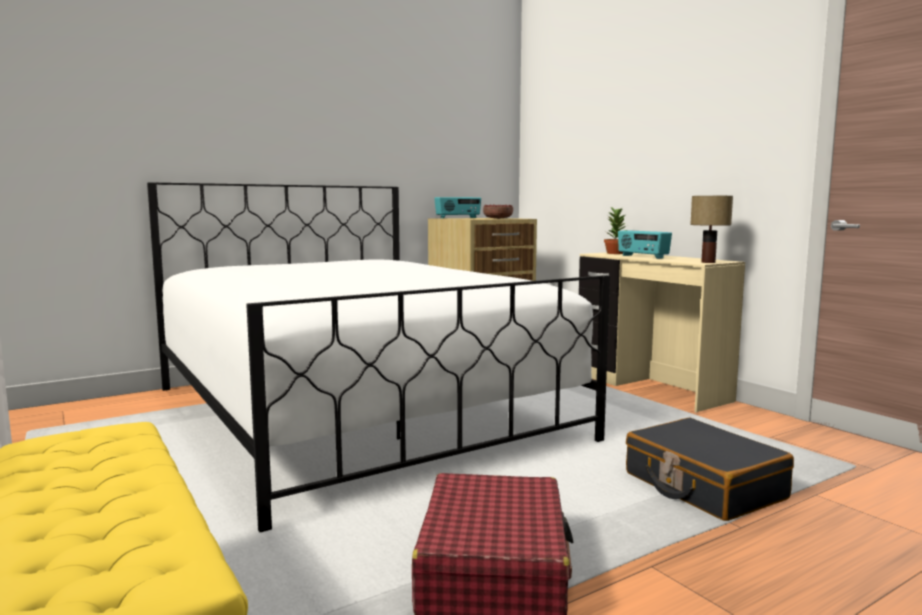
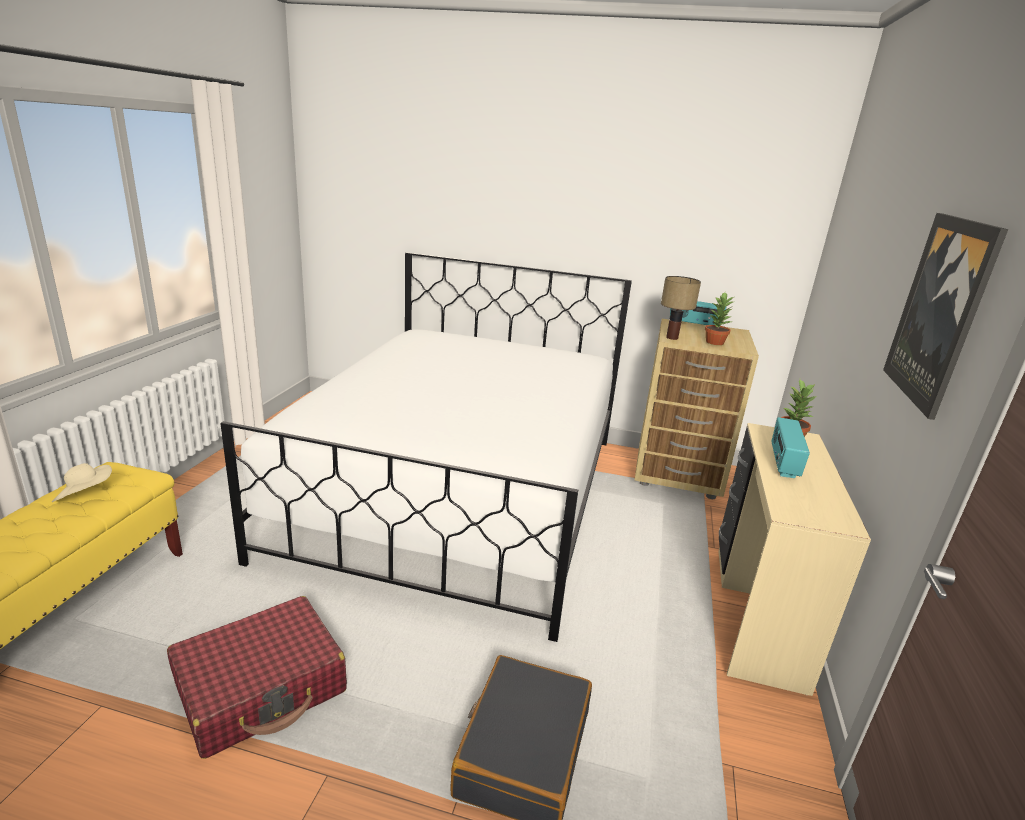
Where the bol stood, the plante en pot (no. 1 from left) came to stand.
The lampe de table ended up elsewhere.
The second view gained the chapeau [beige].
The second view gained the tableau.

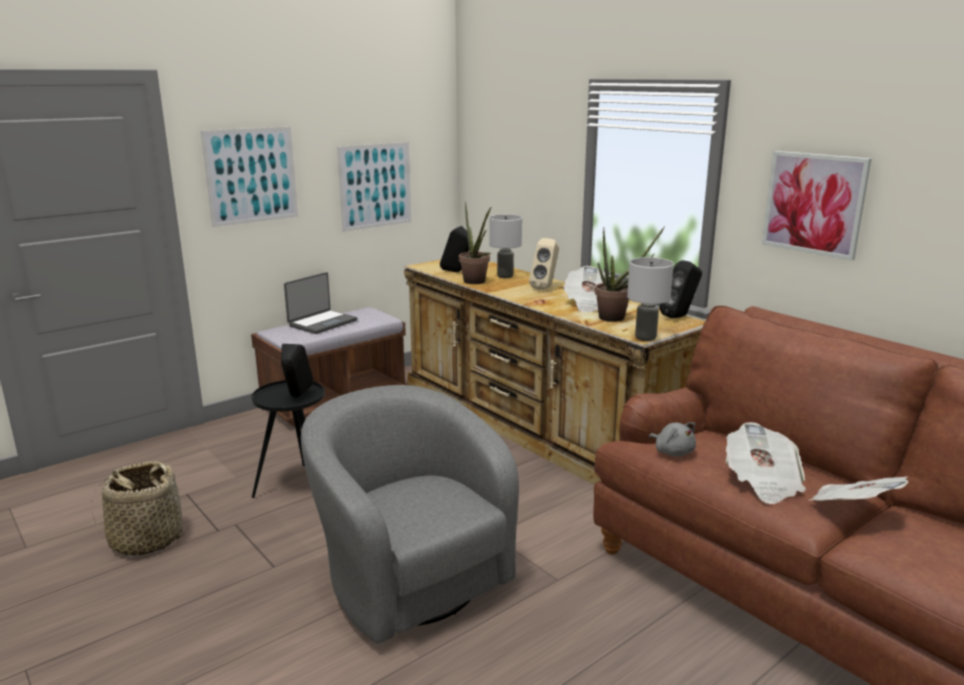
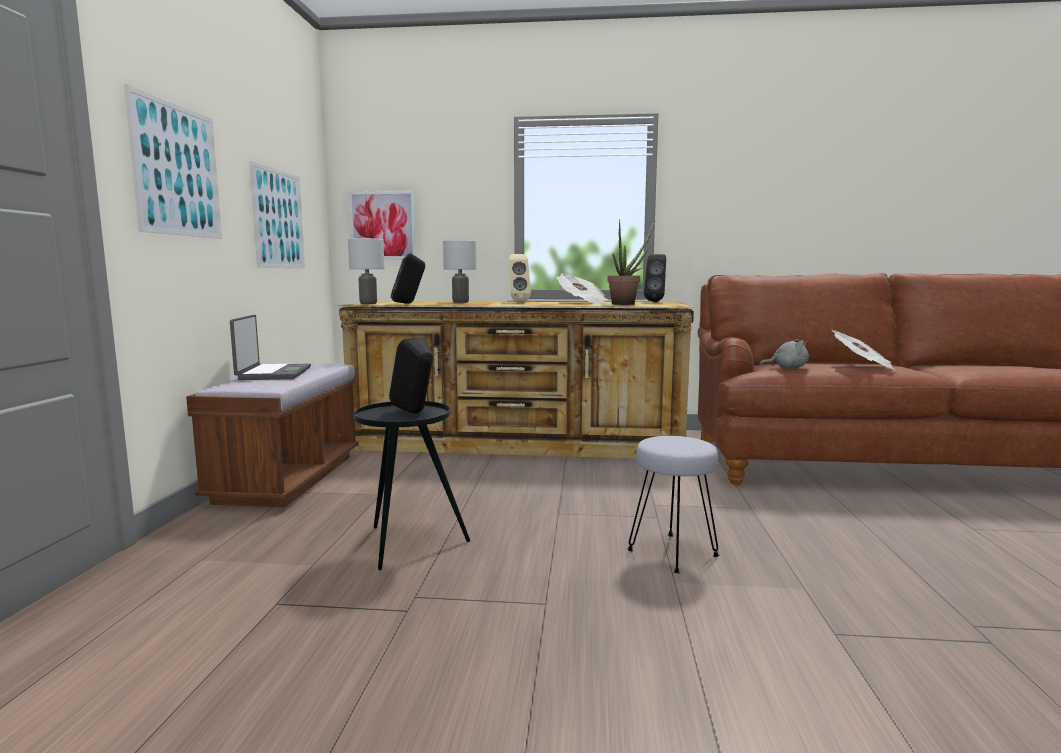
The second view lost the panier.
Where the fauteuil [gris] stood, the tabouret [gris] came to stand.
The second view lost the plante en pot (no. 1 from left).
The lampe de table [blanc] (no. 2 from left in the first image) ended up elsewhere.
The tableau (no. 3 from left) ended up elsewhere.
The second view lost the journal (no. 3 from left).

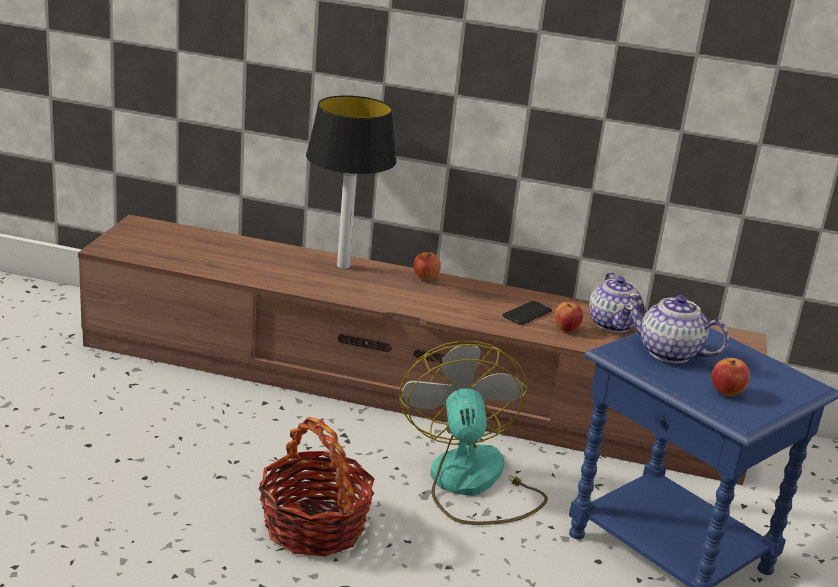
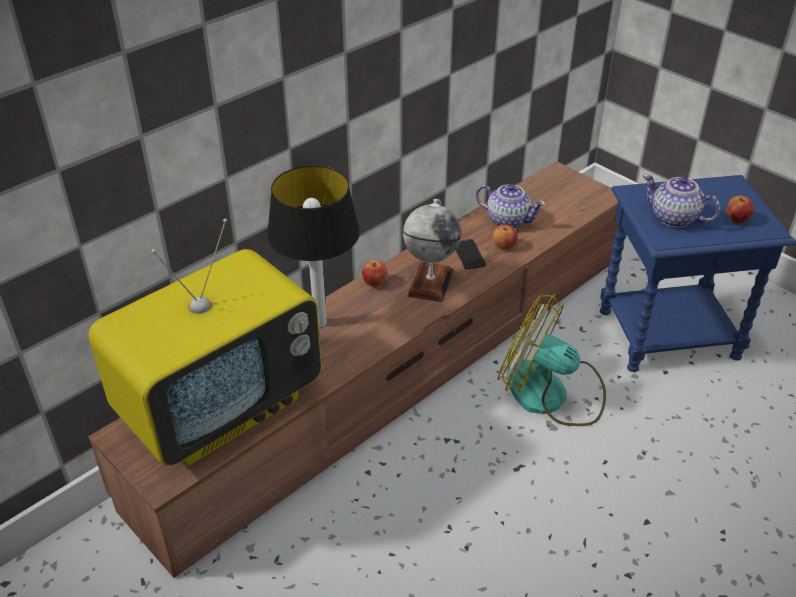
The second view lost the panier.
The théière (no. 2 from left) ended up facing another way, 60 degrees clockwise from before.
The second view gained the téléviseur.
The second view gained the globe.

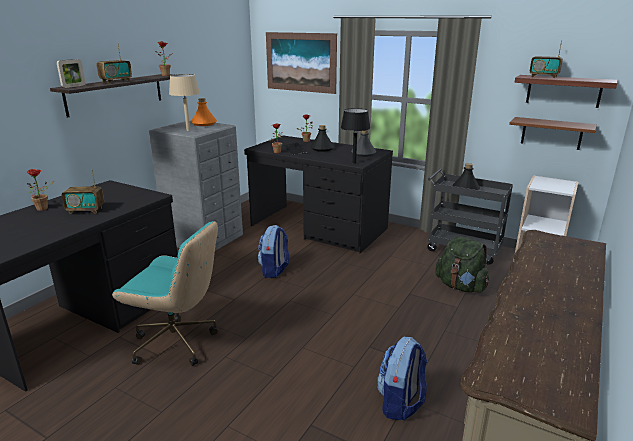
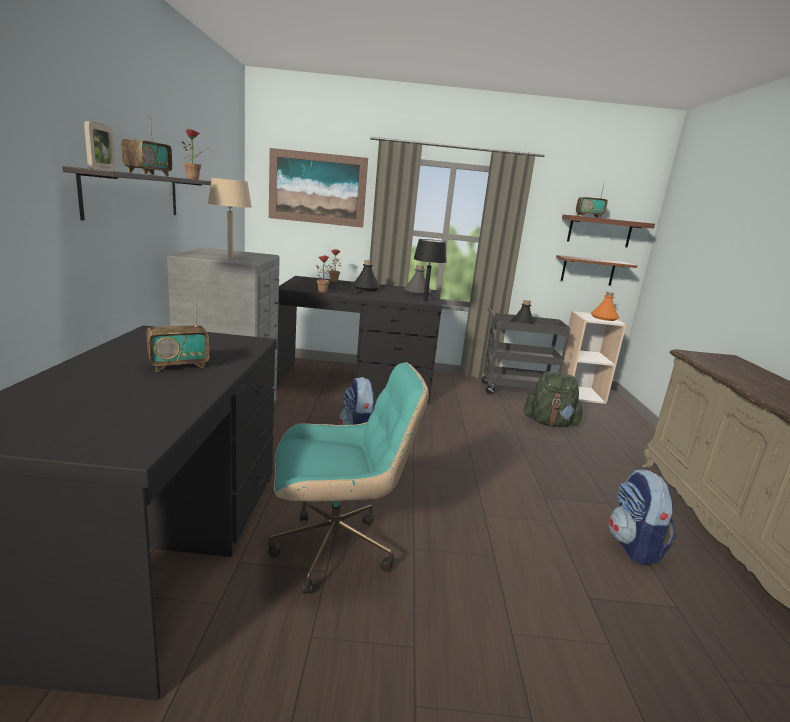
The second view lost the plante en pot (no. 1 from left).
The bouteille [orange] ended up elsewhere.

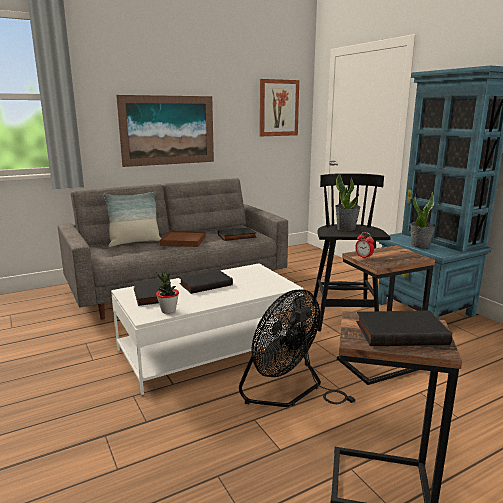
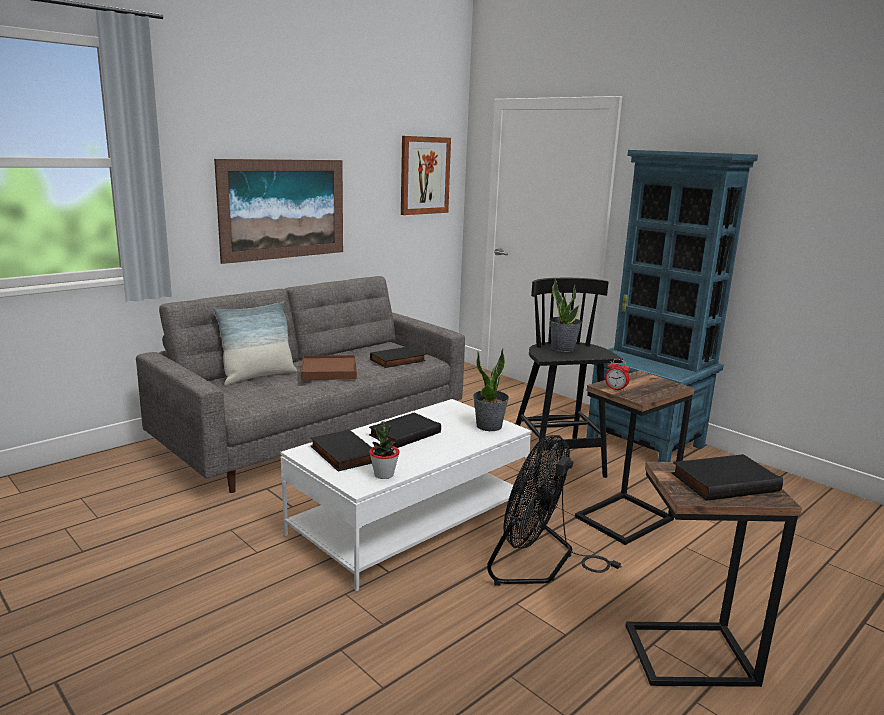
The plante en pot (no. 3 from left in the first image) ended up elsewhere.

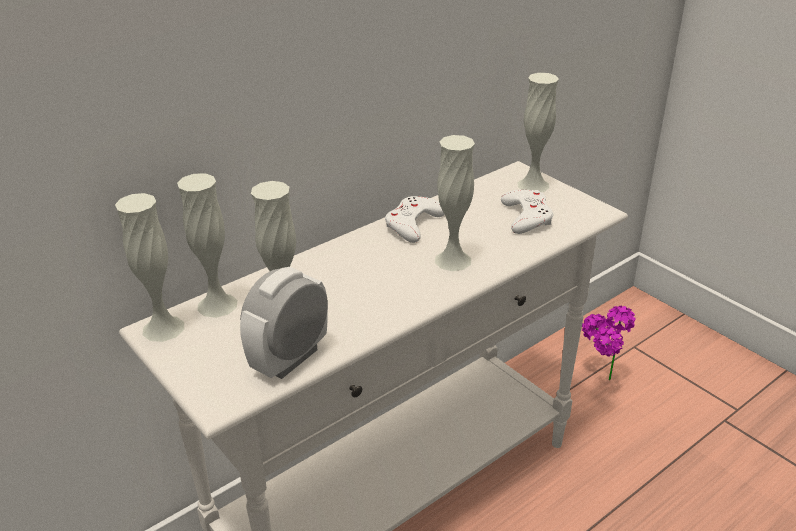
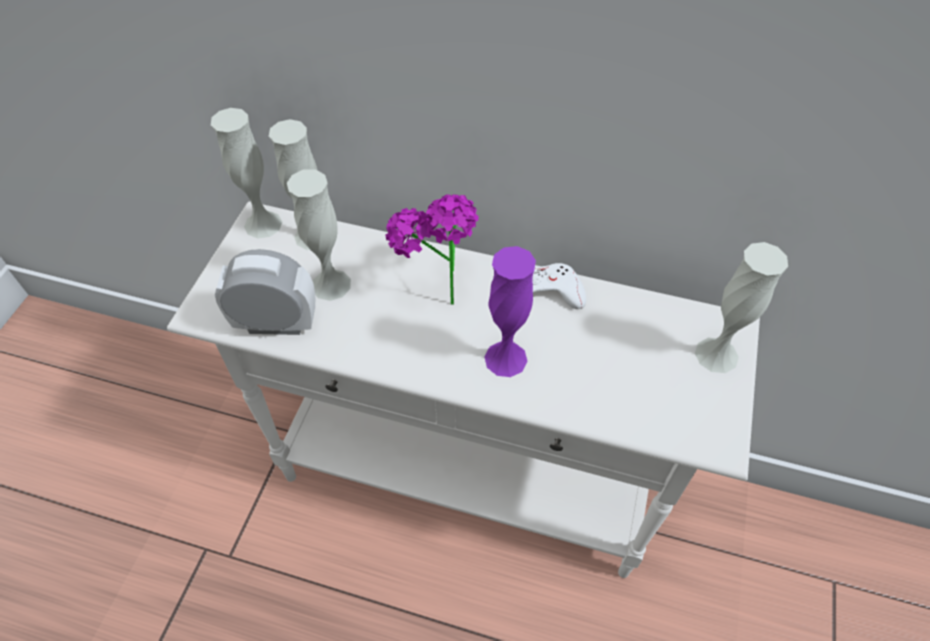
What was the vase [blanc] (no. 4 from left) turned into the vase [violet].
The second view lost the manette [blanc] (no. 2 from left).
The plante en pot ended up elsewhere.

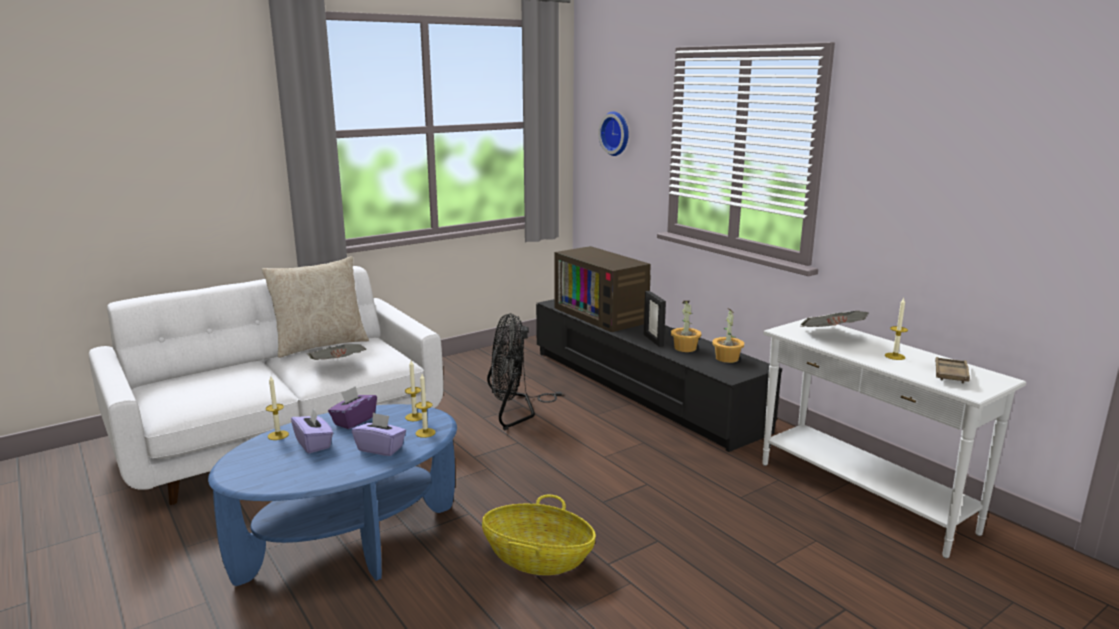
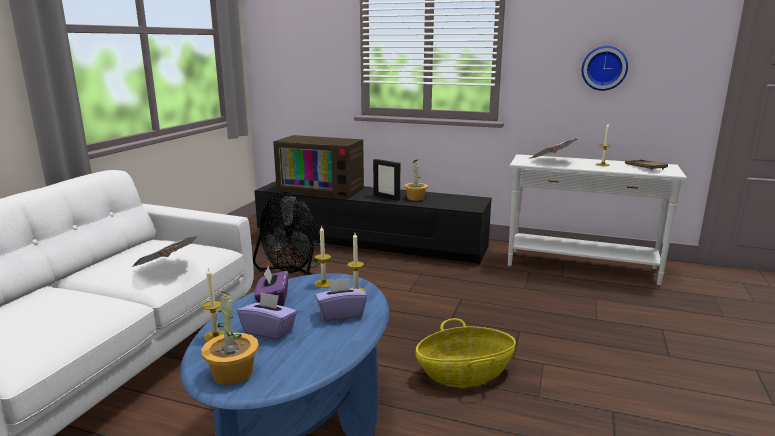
The second view lost the coussin [beige].
The horloge murale ended up elsewhere.
The plante en pot (no. 2 from left in the first image) ended up elsewhere.

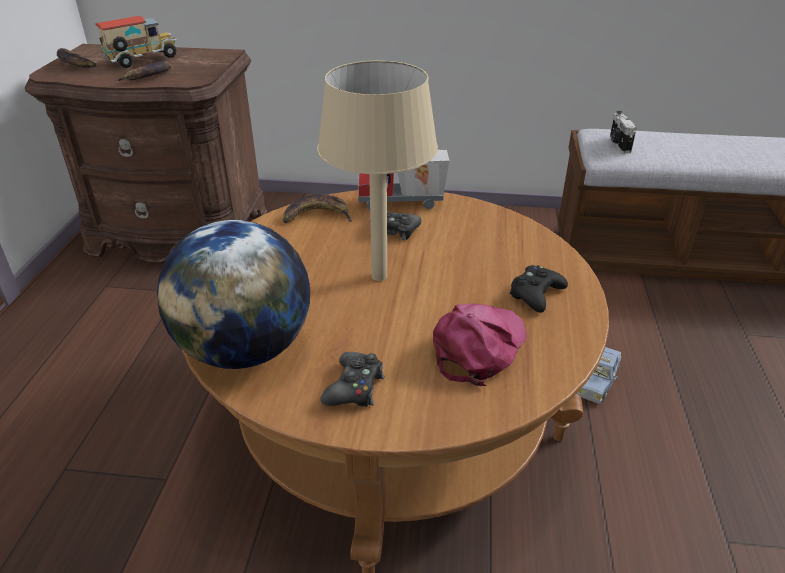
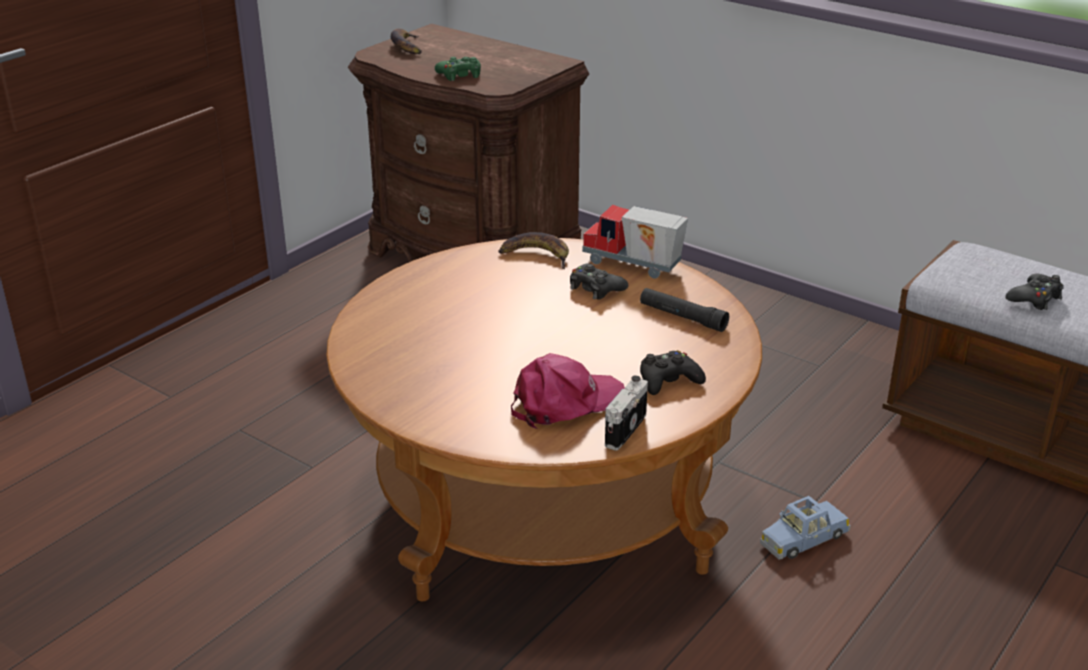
The second view lost the camion jouet (no. 1 from left).
Where the banane (no. 2 from left) stood, the manette [vert] came to stand.
The second view lost the globe.
The second view lost the lampe de table [beige].
The manette [noir] (no. 1 from left in the first image) ended up elsewhere.
The appareil photo ended up elsewhere.
The second view gained the lampe de poche [noir].

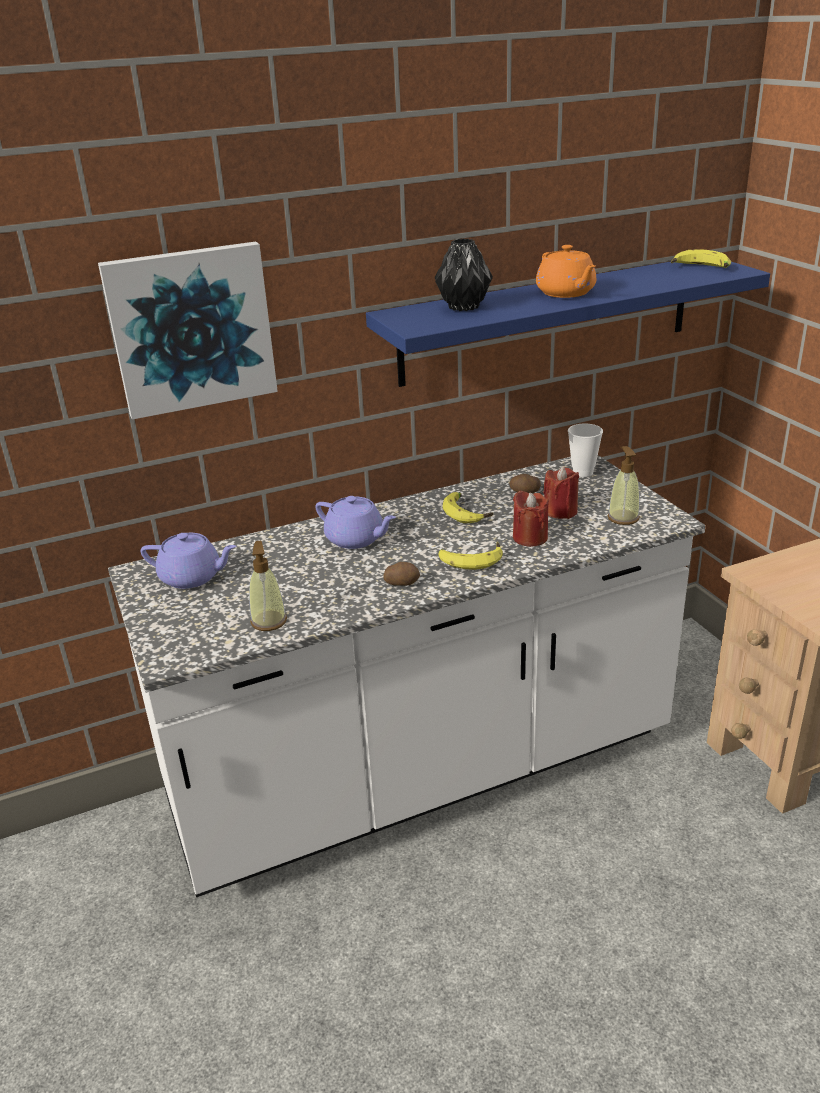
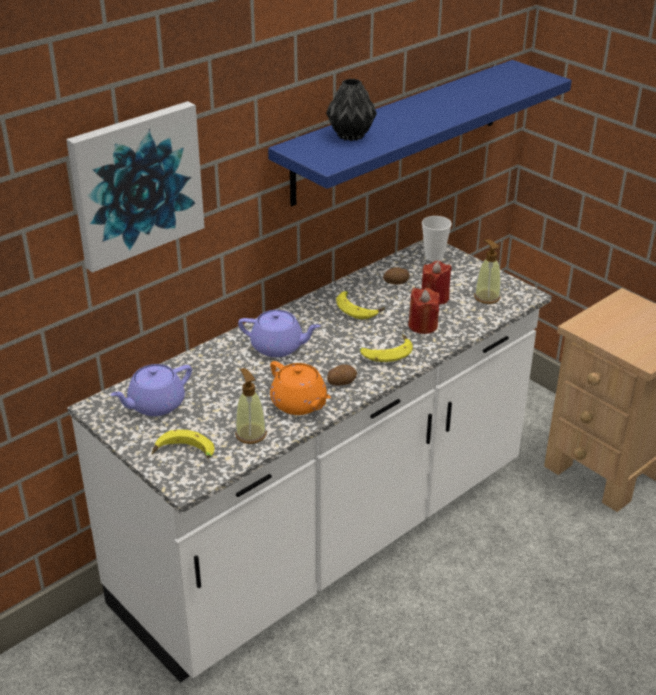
The théière [violet] (no. 1 from left) ended up facing another way, 150 degrees clockwise from before.
The théière [orange] ended up elsewhere.
The banane (no. 3 from left in the first image) ended up elsewhere.

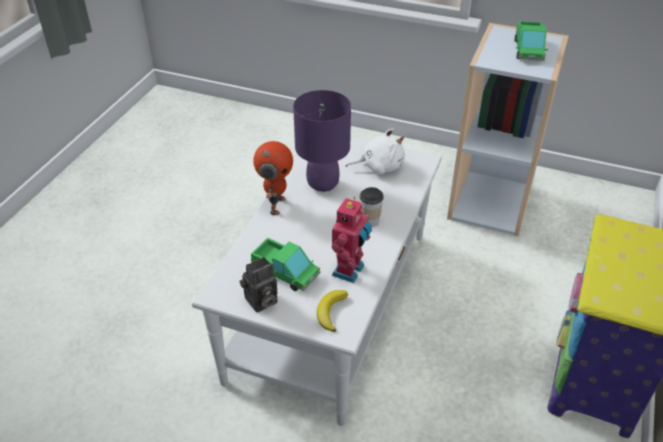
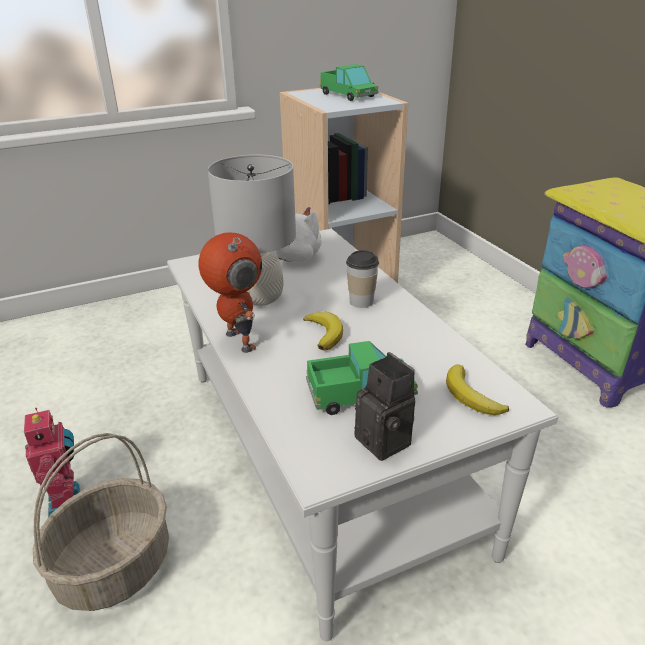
The appareil photo ended up facing another way, 45 degrees counterclockwise from before.
What was the lampe de table [violet] turned into the lampe de table [gris].
The robot jouet (no. 2 from left in the first image) ended up elsewhere.
The second view gained the panier.
The second view gained the banane (no. 1 from left).

